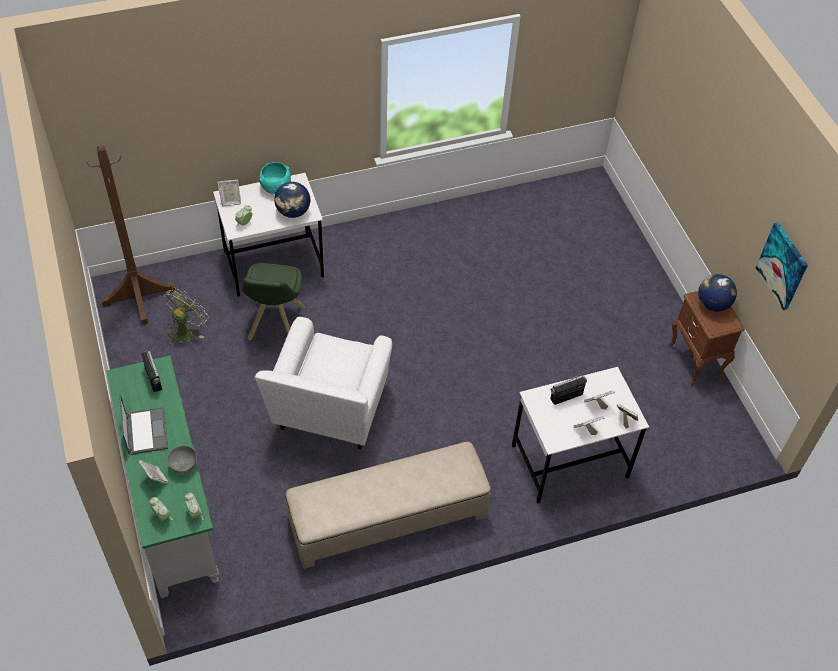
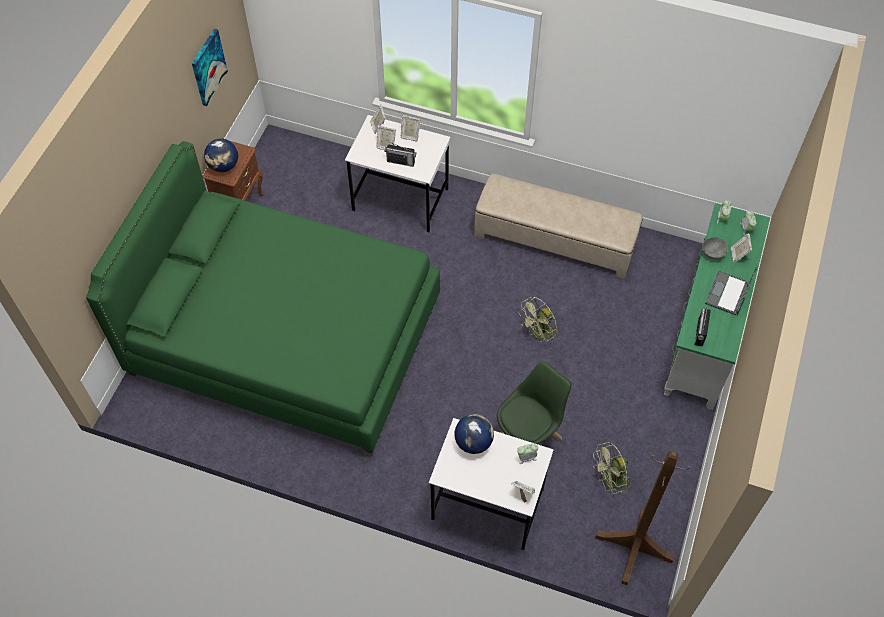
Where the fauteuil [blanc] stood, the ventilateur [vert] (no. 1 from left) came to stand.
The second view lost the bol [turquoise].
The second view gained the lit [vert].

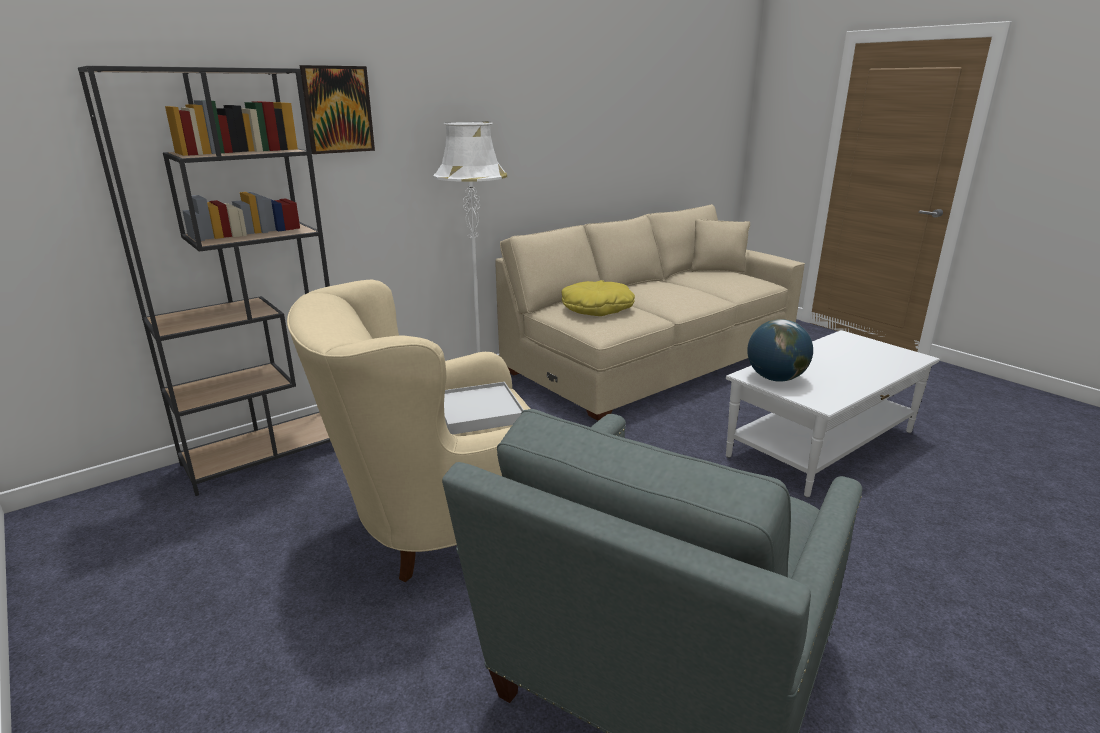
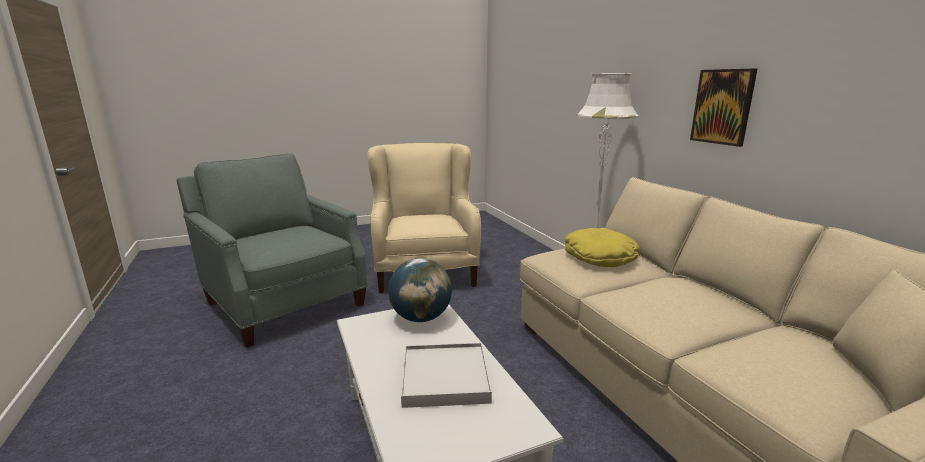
The second view lost the bibliothèque.
The tableau ended up elsewhere.
The plateau [blanc] ended up elsewhere.

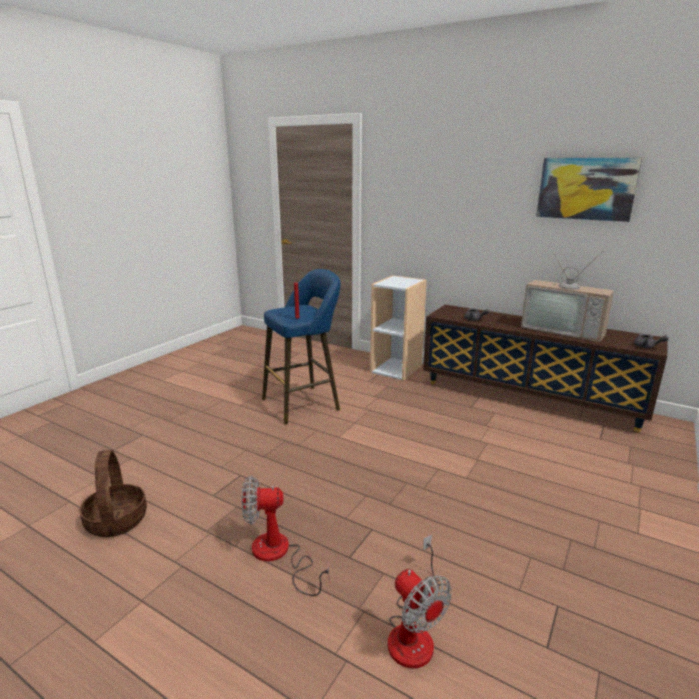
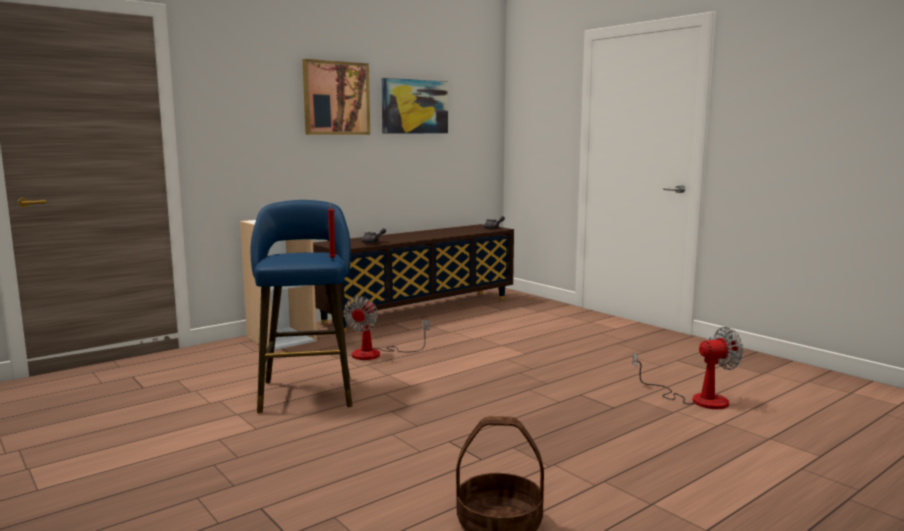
The ventilateur (no. 1 from left) ended up elsewhere.
The second view lost the téléviseur.
The second view gained the tableau (no. 1 from left).

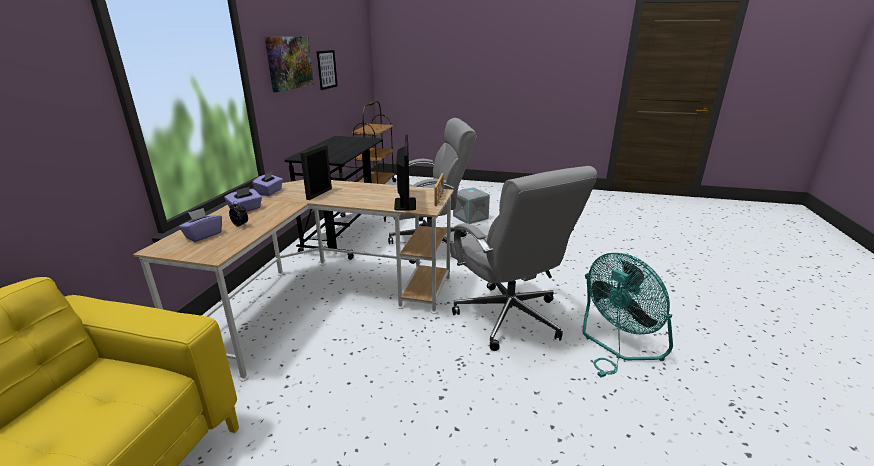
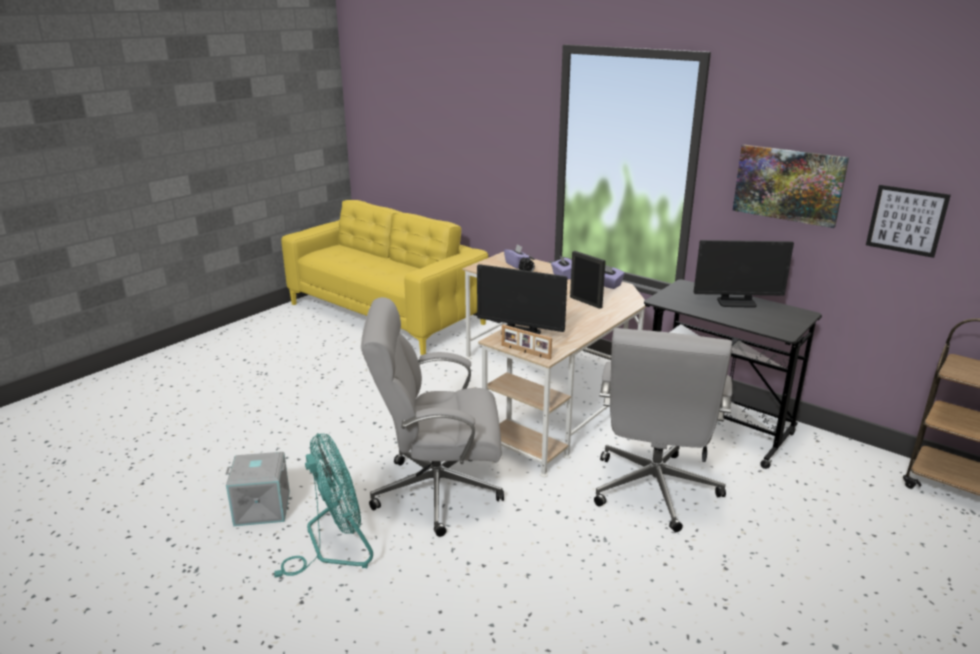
The boîte de rangement [gris] ended up elsewhere.
The ventilateur [turquoise] ended up facing another way, 105 degrees counterclockwise from before.
The second view gained the écran d'ordinateur (no. 2 from left).

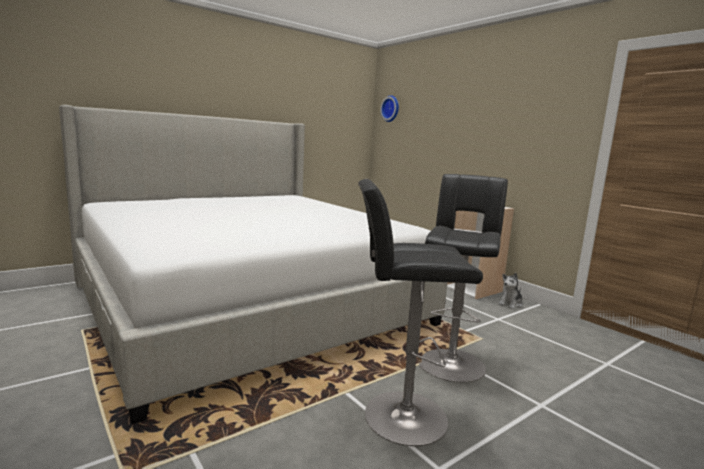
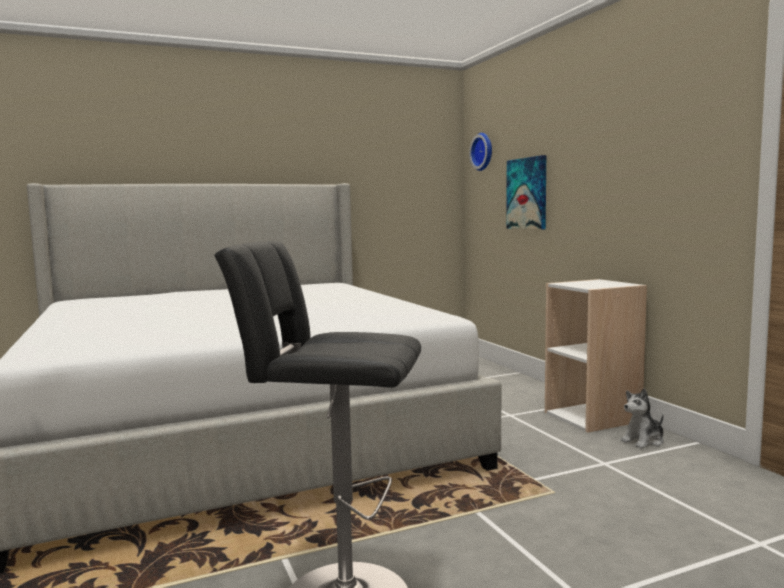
The second view lost the tabouret [noir] (no. 2 from left).
The second view gained the tableau.

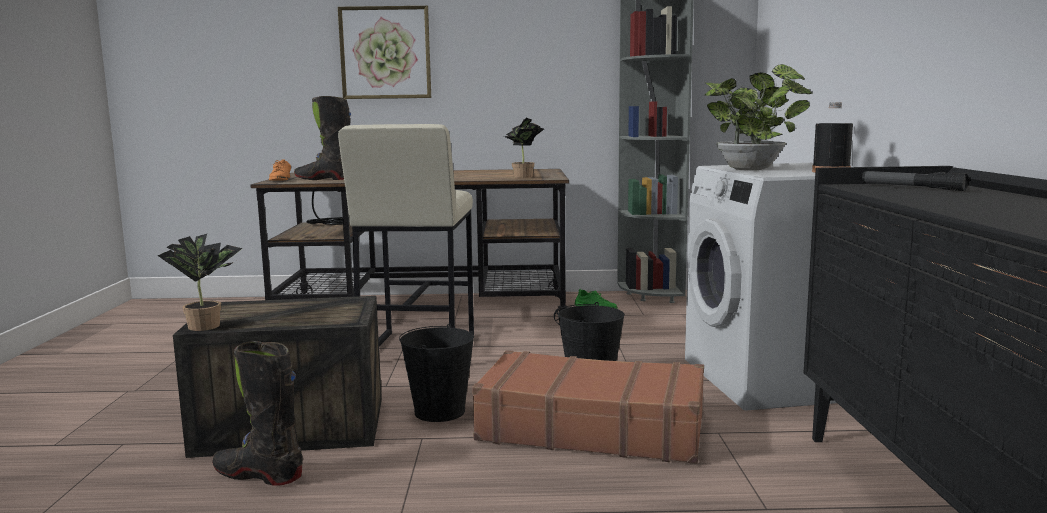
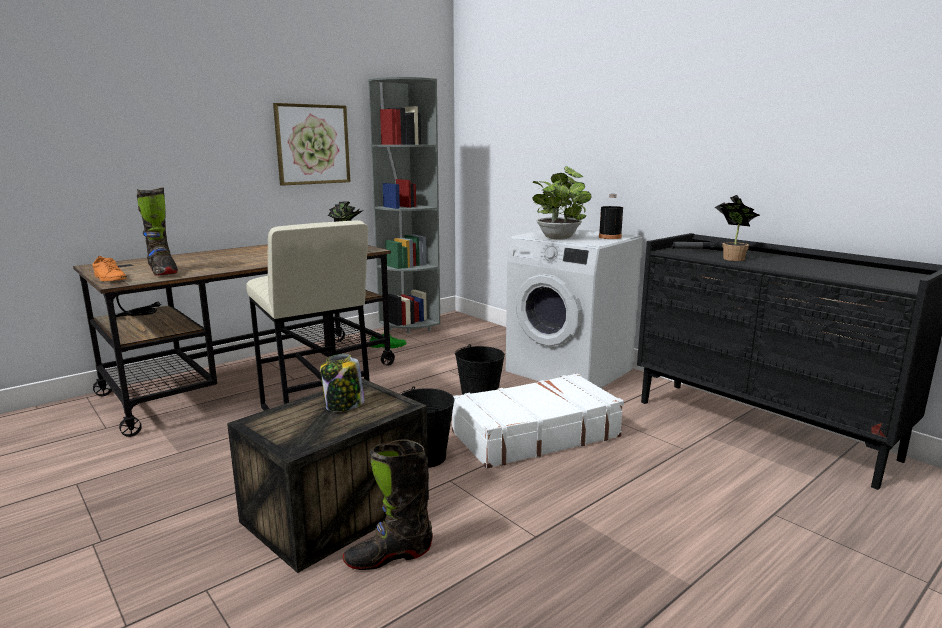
The plante en pot (no. 1 from left in the first image) ended up elsewhere.
The botte [noir] (no. 2 from left in the first image) ended up facing another way, 90 degrees counterclockwise from before.
The tableau ended up elsewhere.
What was the valise [marron] turned into the valise [blanc].
The second view gained the bocal.

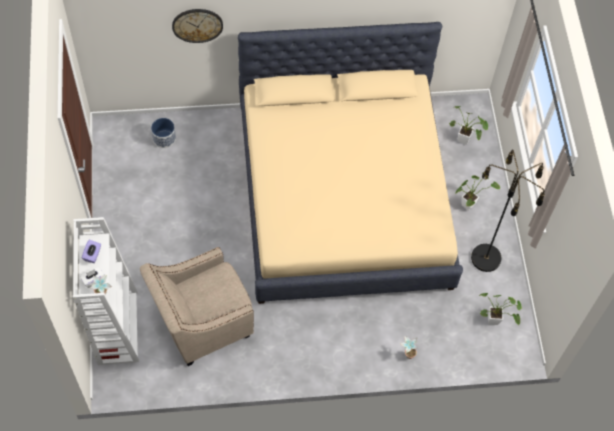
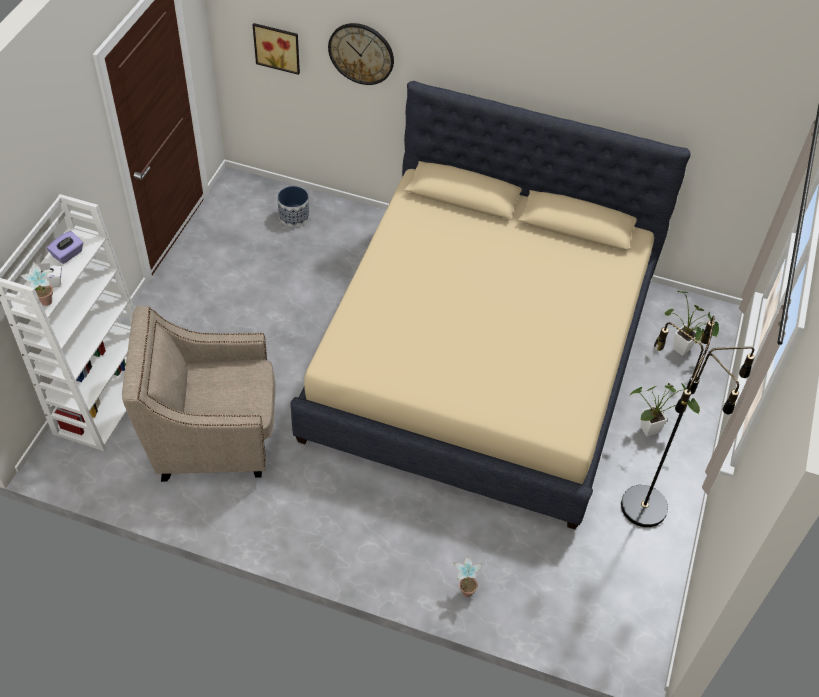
The second view lost the plante en pot (no. 5 from left).
The second view gained the tableau.

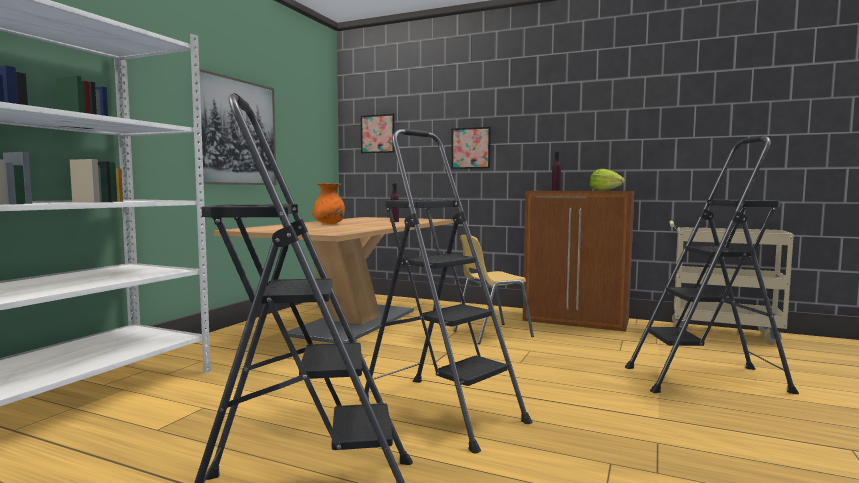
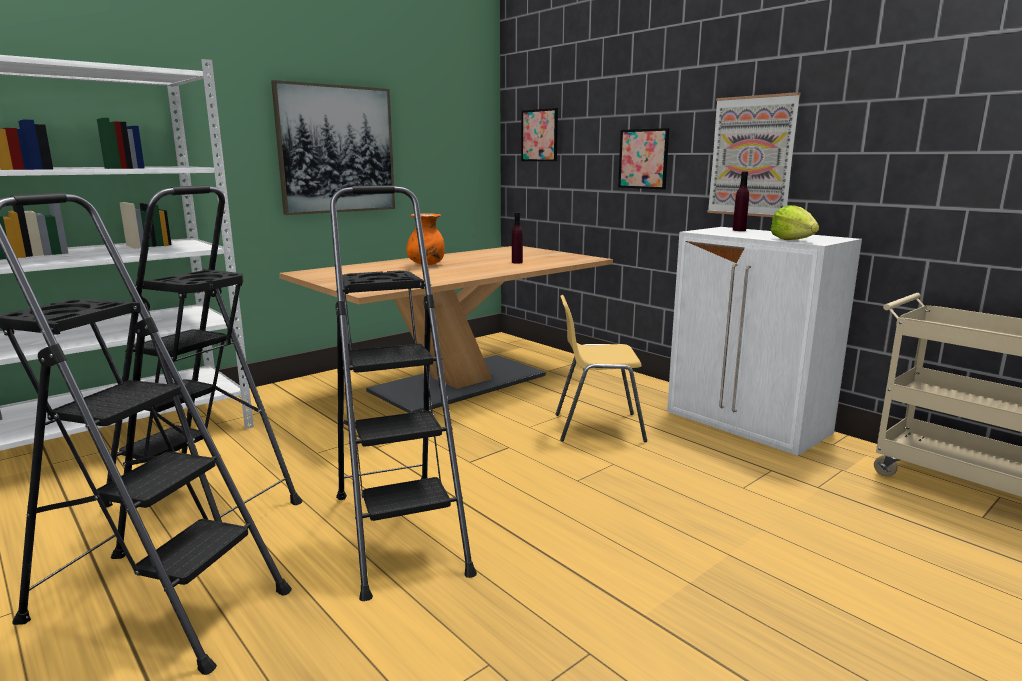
What was the meuble de rangement [marron] turned into the meuble de rangement [blanc].
The escabeau (no. 3 from left in the first image) ended up elsewhere.
The second view gained the tableau (no. 4 from left).

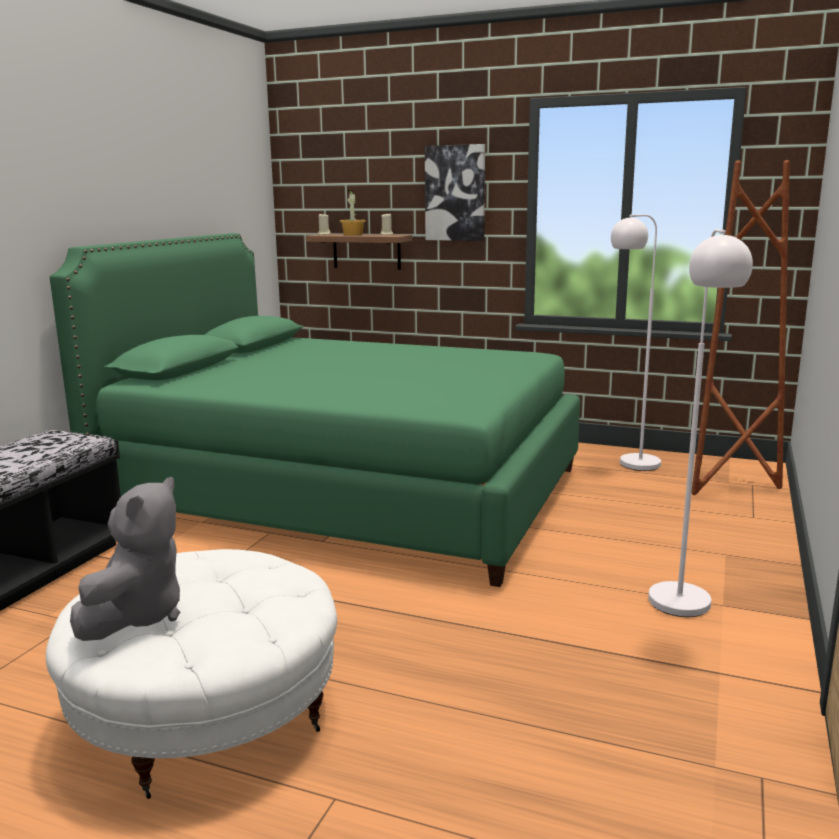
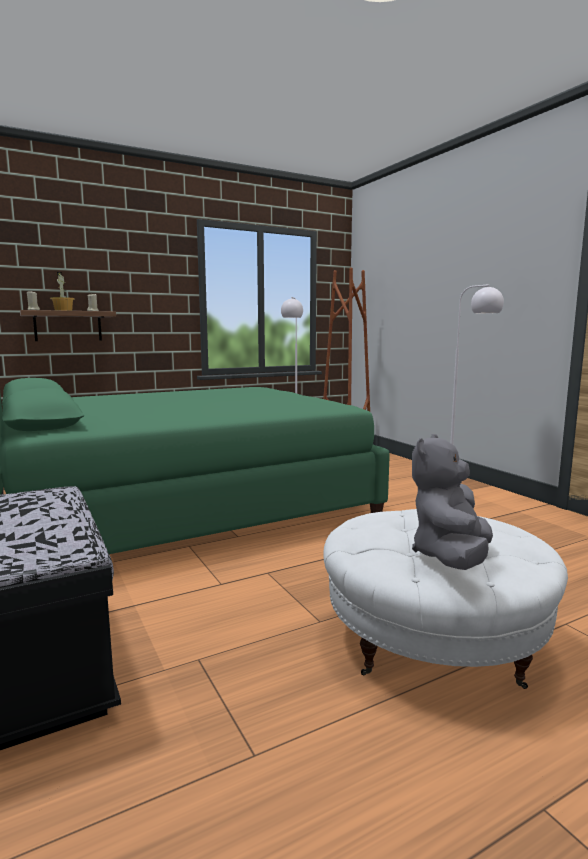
The peluche [gris] ended up facing another way, 120 degrees counterclockwise from before.
The second view lost the tableau.

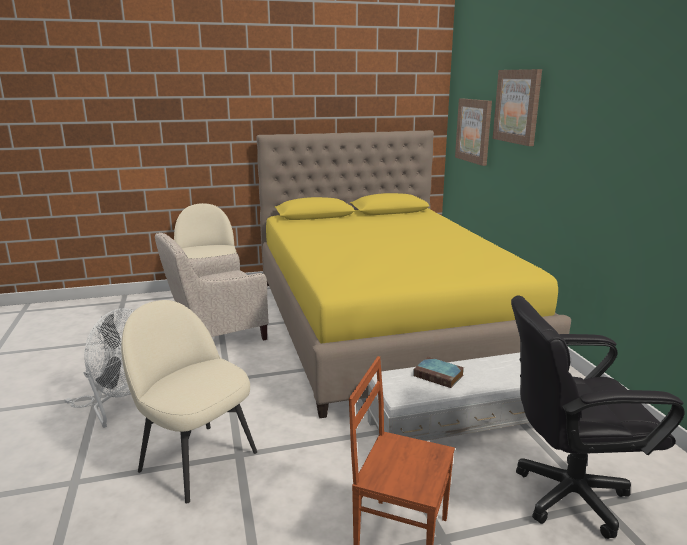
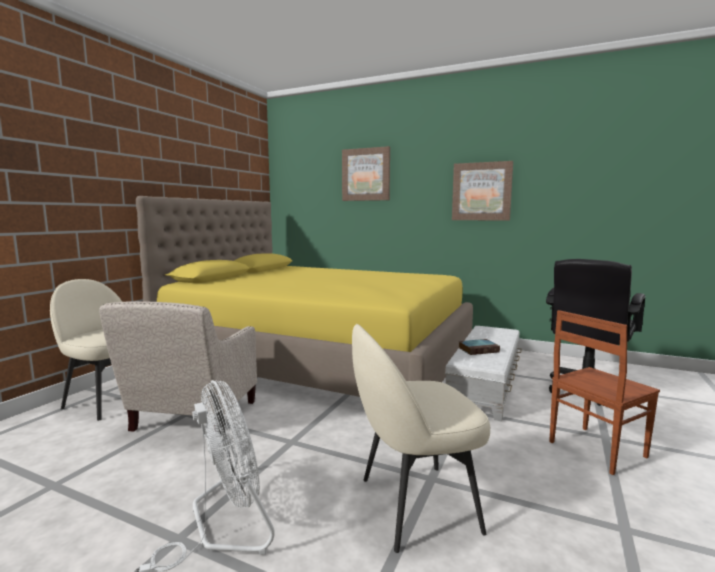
The tableau (no. 1 from left in the first image) ended up elsewhere.

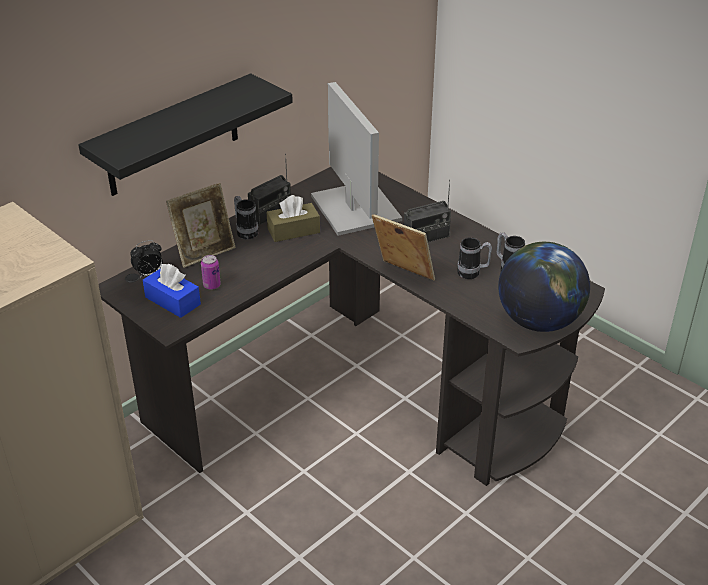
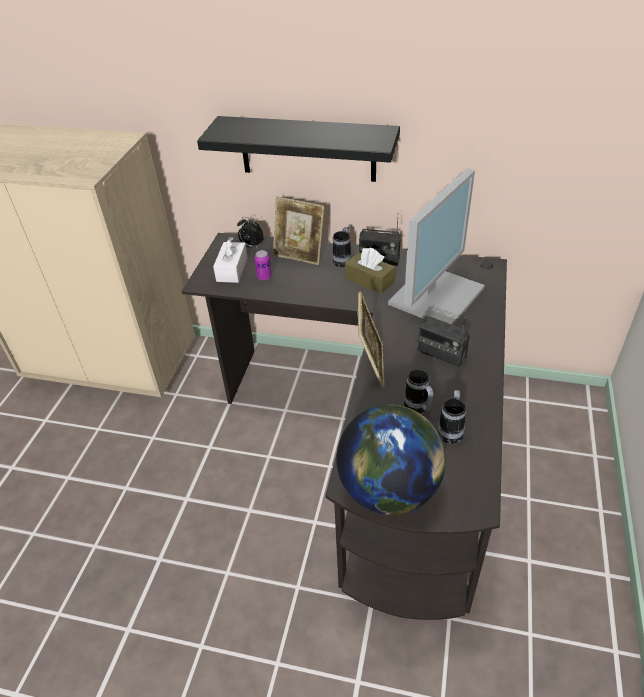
What was the boîte à mouchoirs [bleu] turned into the boîte à mouchoirs [blanc].

